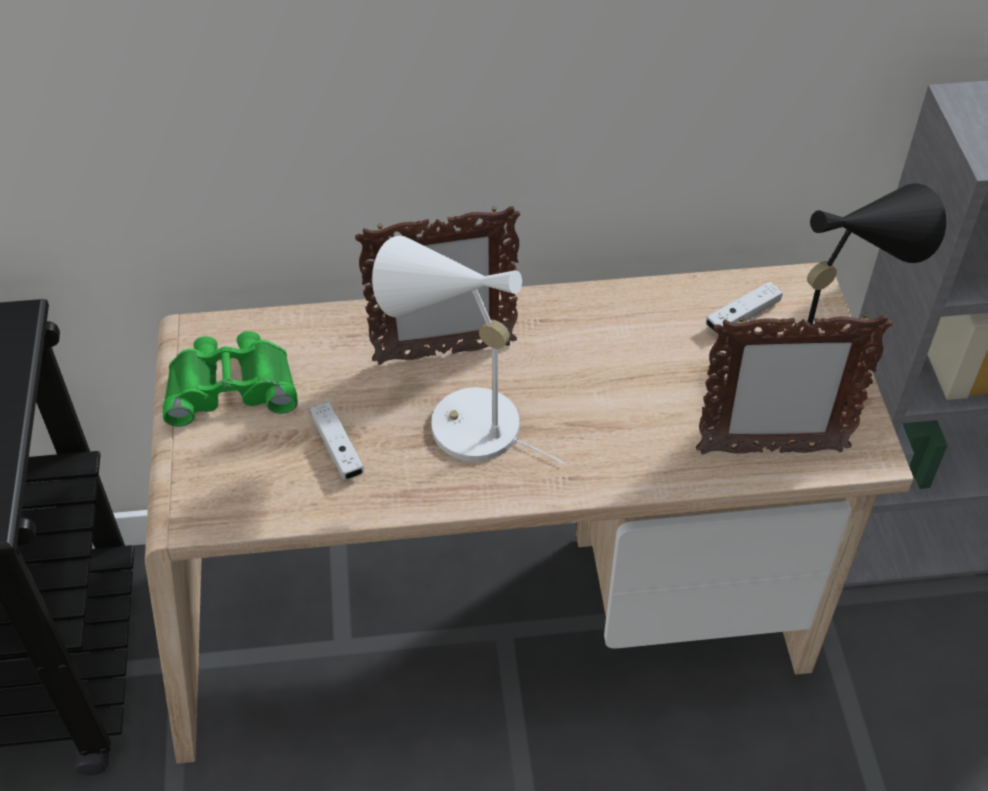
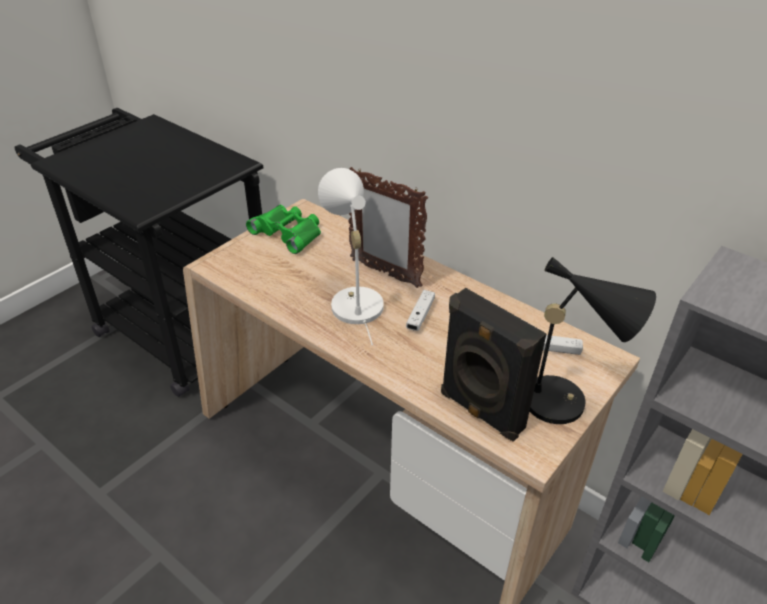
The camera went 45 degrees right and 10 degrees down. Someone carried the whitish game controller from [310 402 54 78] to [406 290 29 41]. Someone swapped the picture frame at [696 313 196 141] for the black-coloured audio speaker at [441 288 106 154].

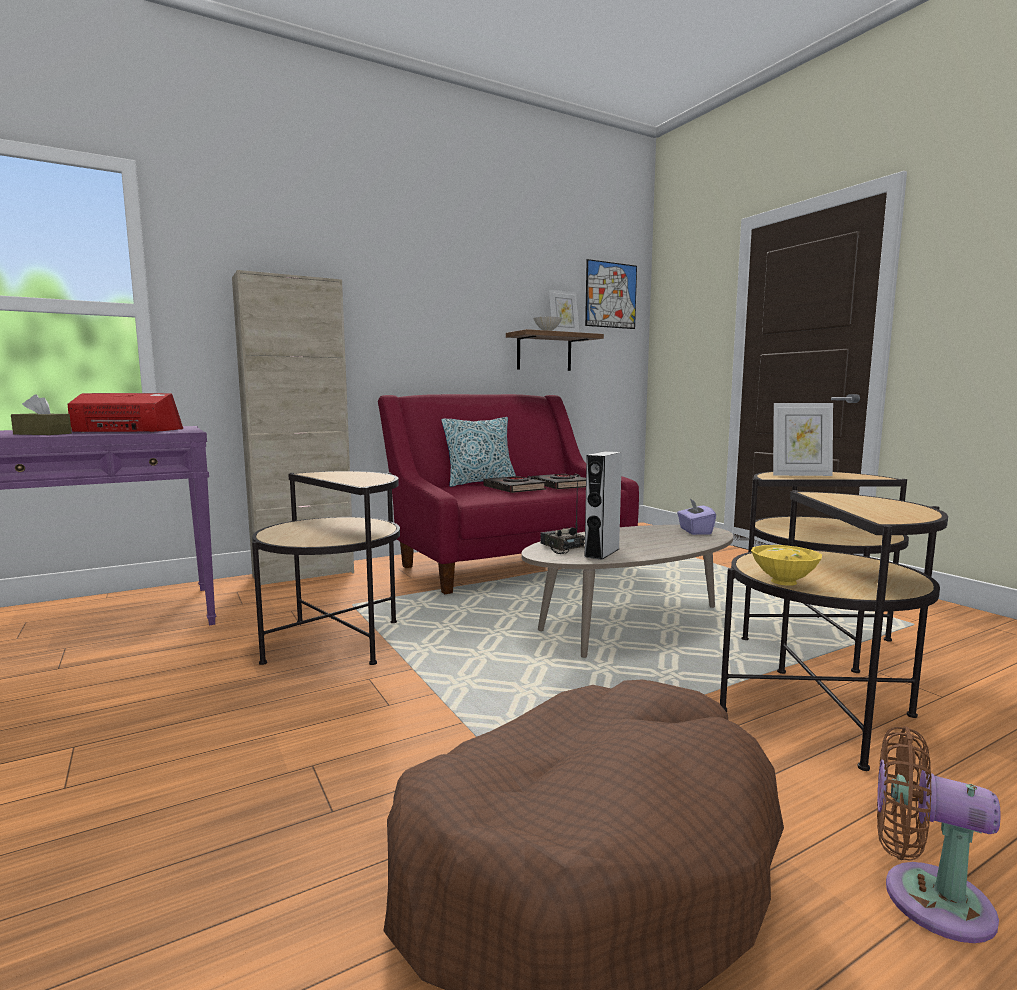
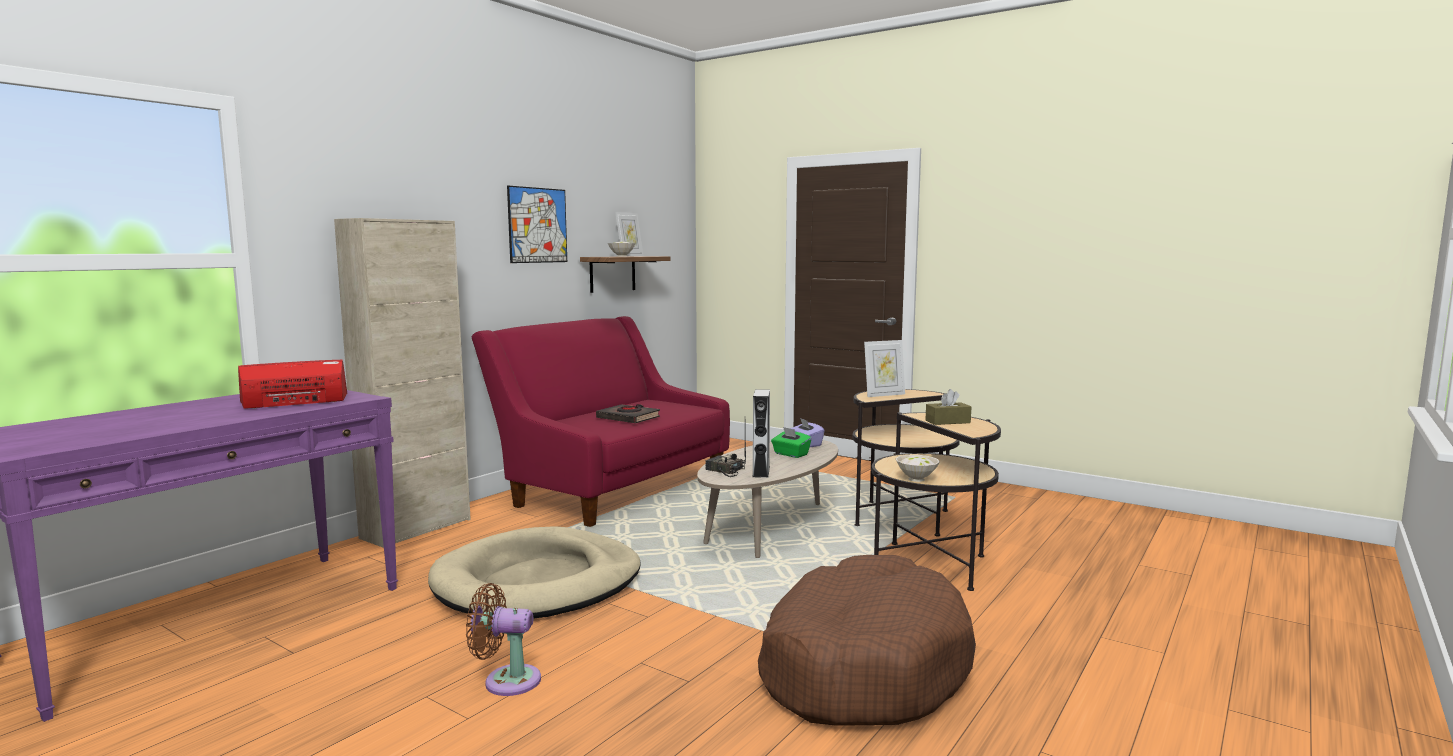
The camera went 25 degrees left and 0 degrees up. Someone swapped the side table at [252 471 148 194] for the sand-coloured dog bed at [428 526 213 93]. Someone carried the brown electric fan from [877 726 124 217] to [466 583 75 113]. Someone carried the picture from [585 259 52 70] to [507 186 60 77]. Someone put down the greenish box of tissues at [771 427 41 31]. Someone repainted the yellow serving bowl at [751 545 71 41], which became the whitish serving bowl at [895 455 45 27]. Someone carried the brown box of tissues from [11 394 61 41] to [925 389 46 36]. Someone took away the pillow at [441 417 75 70]. Someone took away the black-coloured book at [532 474 54 15].

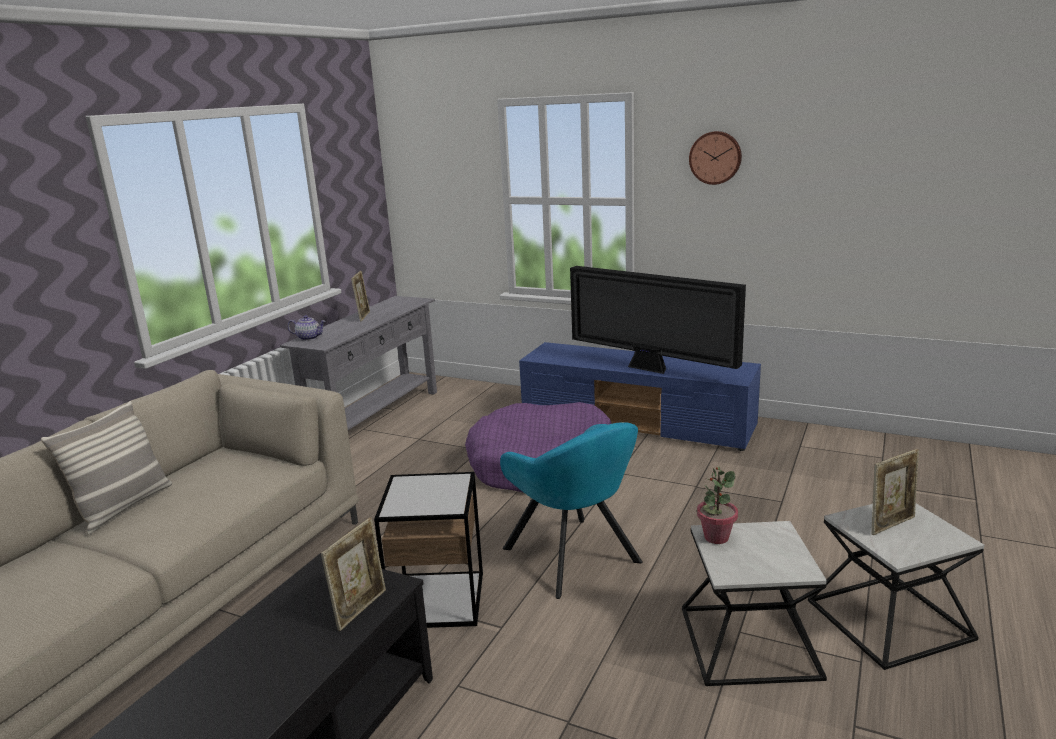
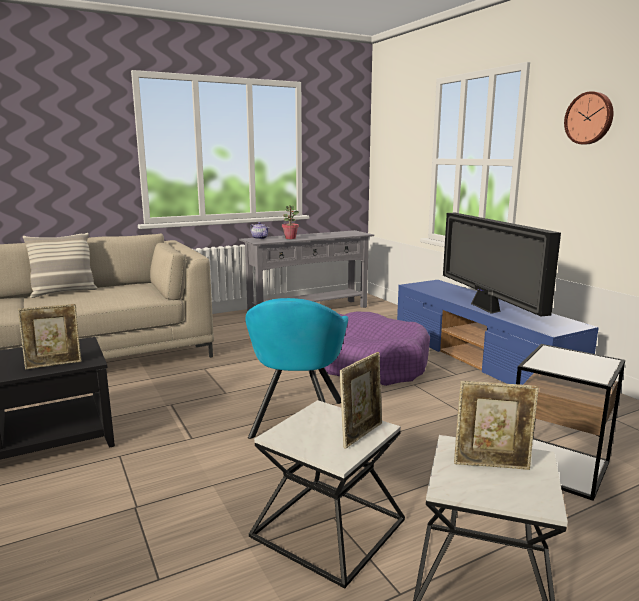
The camera went 35 degrees right and 5 degrees down. Someone carried the plant in a pot from [697 467 41 77] to [282 205 17 34]. Someone carried the picture frame from [351 271 19 51] to [340 352 42 97]. Someone carried the side table from [374 472 109 156] to [516 344 109 157].

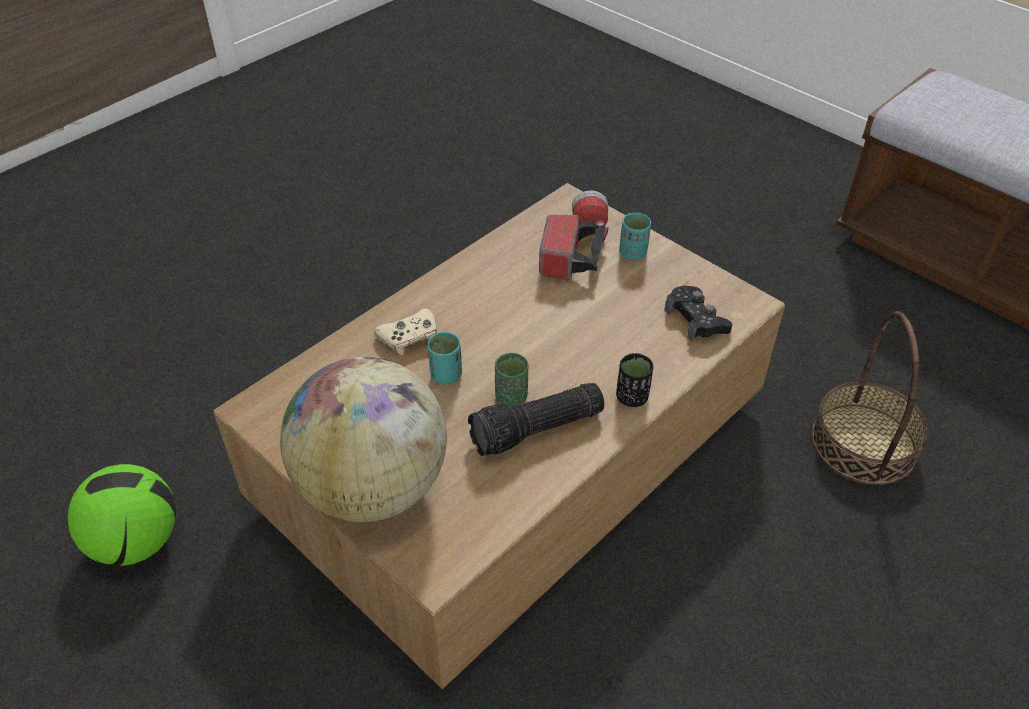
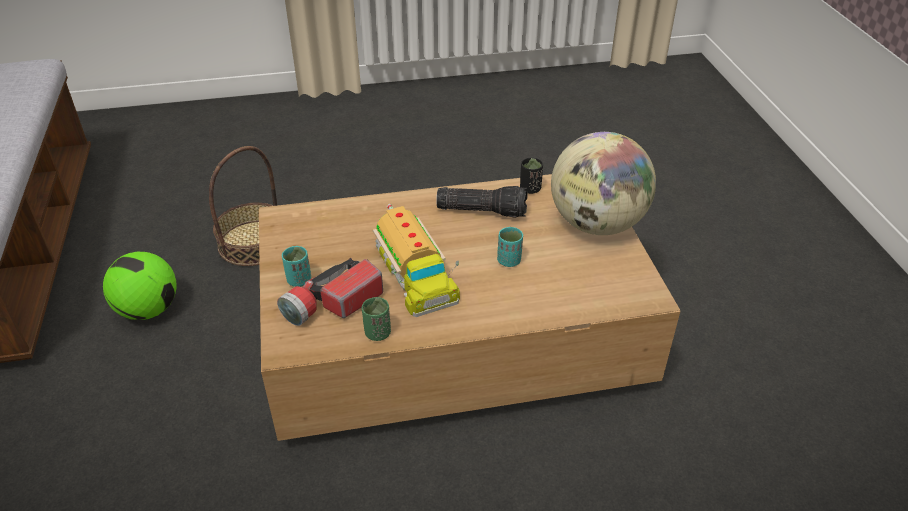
The camera went 145 degrees left and 5 degrees down. Someone carried the football from [68 464 108 102] to [103 252 73 68]. Someone carried the greenish drinking cup from [495 353 33 52] to [362 297 29 44]. Someone put down the toy lorry at [373 204 87 113]. Someone carried the black-coloured drinking cup from [616 353 37 54] to [520 158 23 36]. Someone took away the sand-coloured game controller at [374 309 63 46]. Someone took away the black-coloured game controller at [664 285 68 57].

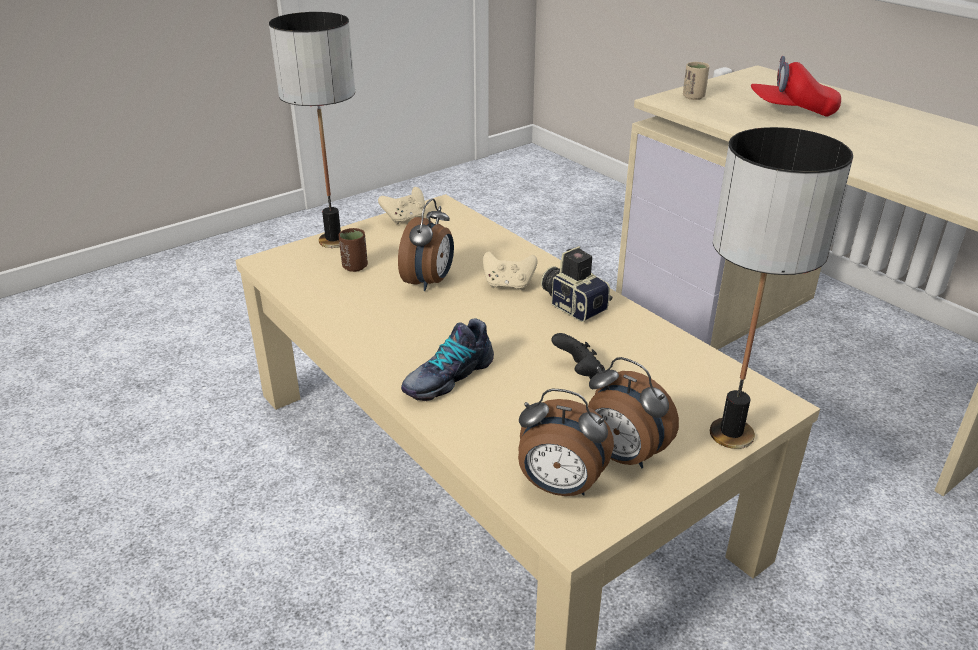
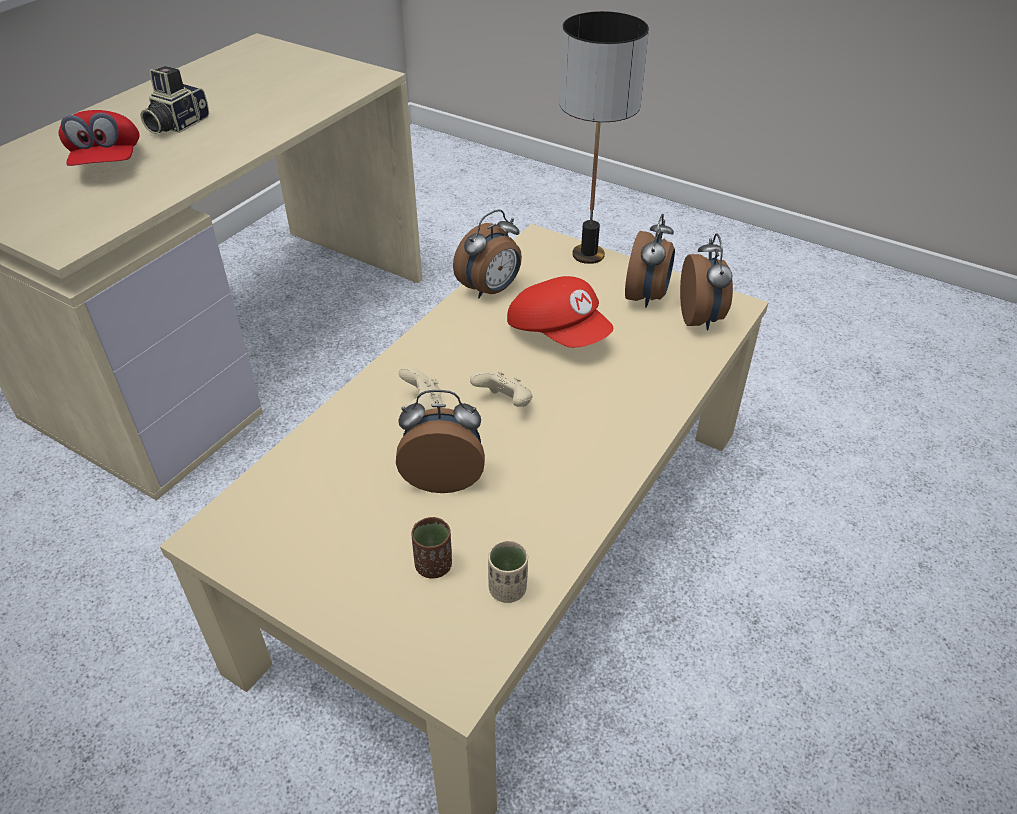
The camera went 110 degrees left and 10 degrees up. Someone carried the photo camera from [541 246 71 76] to [140 66 69 68]. Someone put down the bedside clock at [453 209 69 90]. Someone carried the sand-coloured game controller from [378 187 47 38] to [470 371 63 36]. Someone carried the sand-coloured drinking cup from [683 62 27 38] to [488 540 40 63]. Someone swapped the black-coloured game controller at [551 333 54 46] for the red cap at [507 276 106 72]. Someone took away the lamp for a table at [269 12 86 236]. Someone took away the item of footwear at [401 318 93 83].

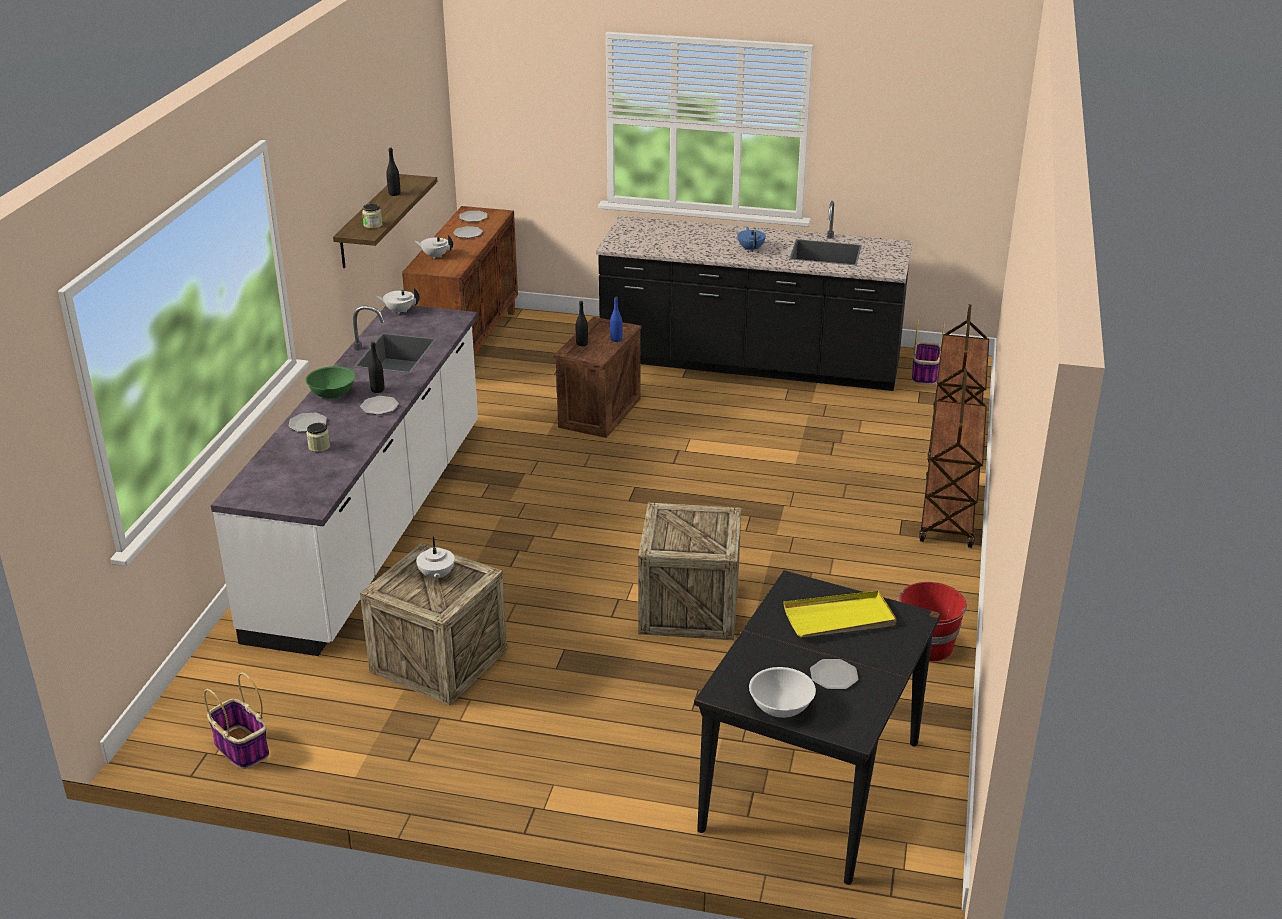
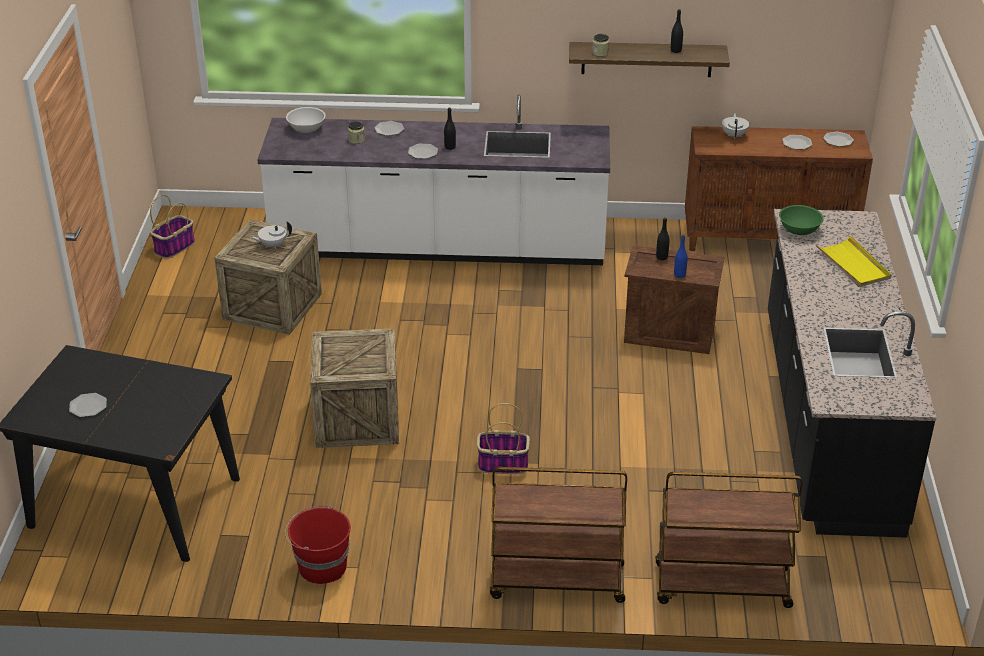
The camera went 80 degrees right and 5 degrees up. Someone carried the whitish serving bowl from [749 667 67 51] to [286 107 40 26]. Someone carried the basket from [912 320 33 65] to [477 403 53 71]. Someone carried the greenish serving bowl from [305 366 51 32] to [779 205 45 30]. Someone carried the yellow serving tray from [783 591 114 46] to [816 236 75 51]. Someone took away the whitish tea pot at [375 288 45 27]. Someone took away the blue-coloured tea pot at [737 227 29 25].

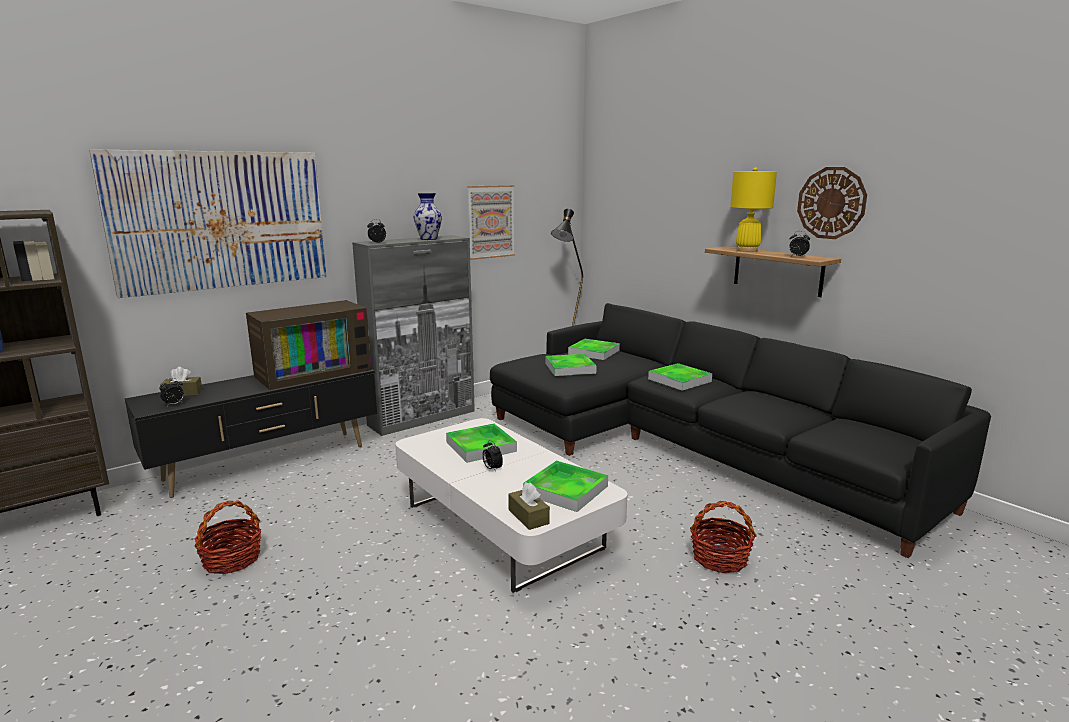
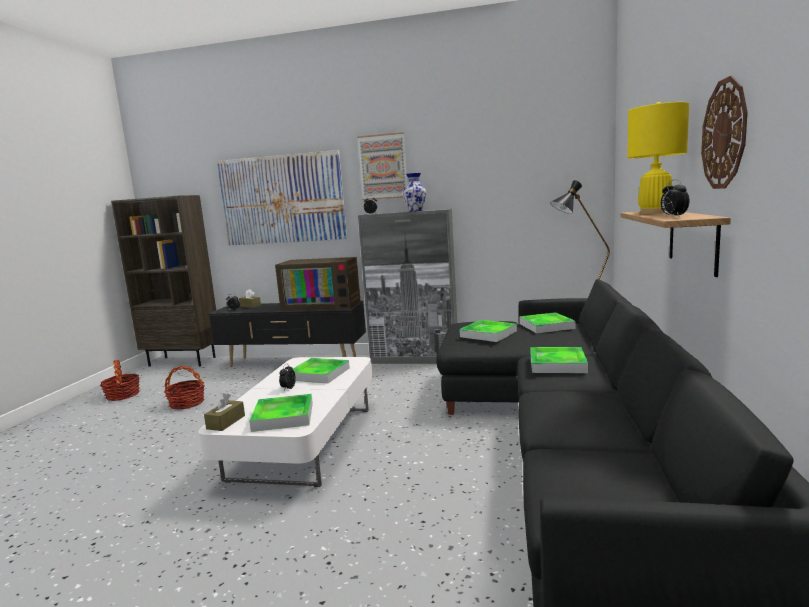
The camera went 50 degrees right and 5 degrees down. Someone carried the basket from [690 501 67 72] to [100 360 40 41]. Someone carried the picture from [467 185 48 75] to [357 132 50 68].

